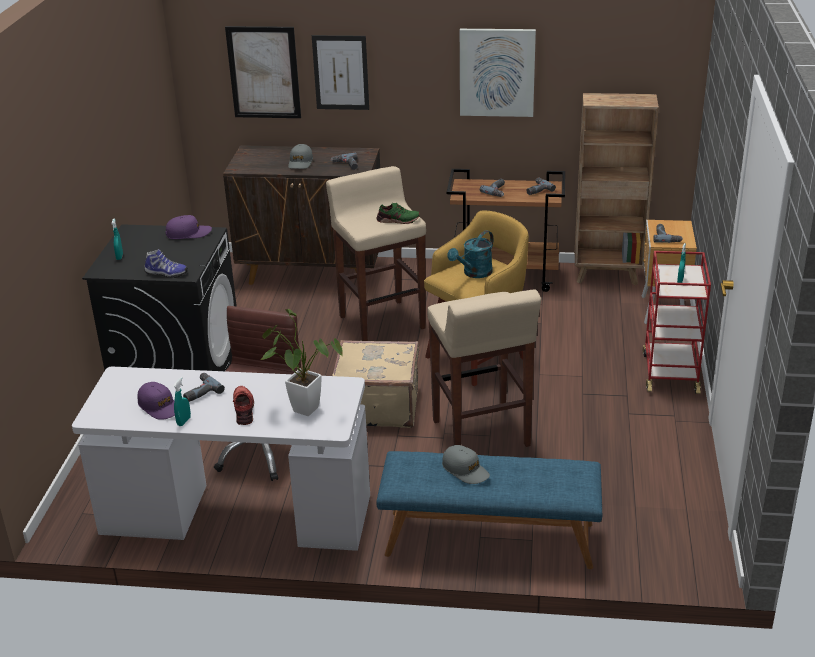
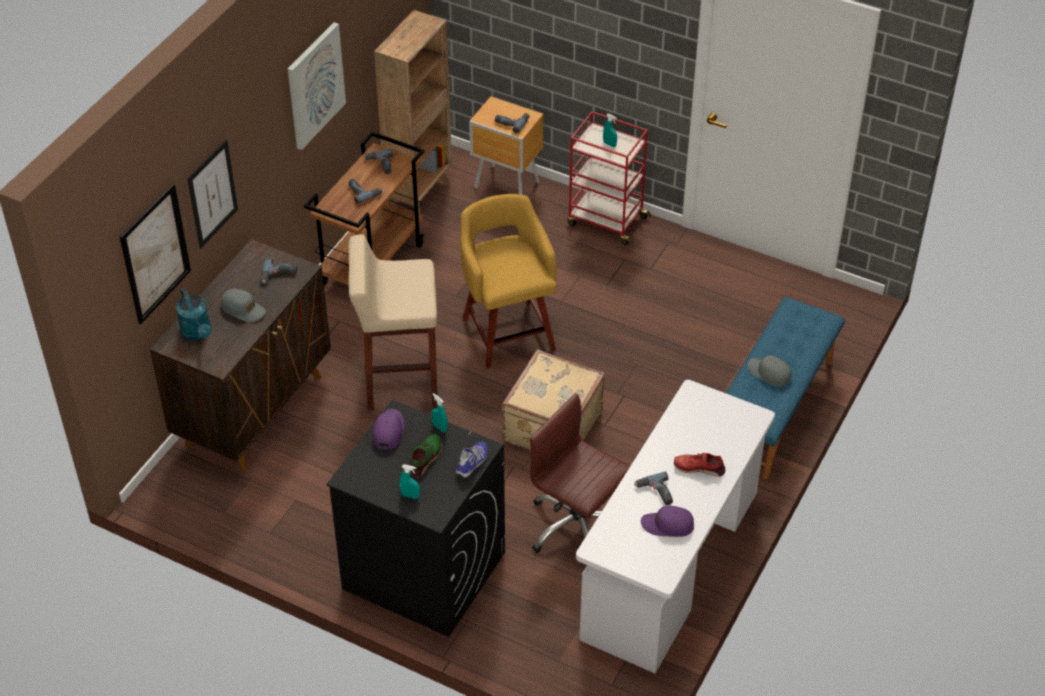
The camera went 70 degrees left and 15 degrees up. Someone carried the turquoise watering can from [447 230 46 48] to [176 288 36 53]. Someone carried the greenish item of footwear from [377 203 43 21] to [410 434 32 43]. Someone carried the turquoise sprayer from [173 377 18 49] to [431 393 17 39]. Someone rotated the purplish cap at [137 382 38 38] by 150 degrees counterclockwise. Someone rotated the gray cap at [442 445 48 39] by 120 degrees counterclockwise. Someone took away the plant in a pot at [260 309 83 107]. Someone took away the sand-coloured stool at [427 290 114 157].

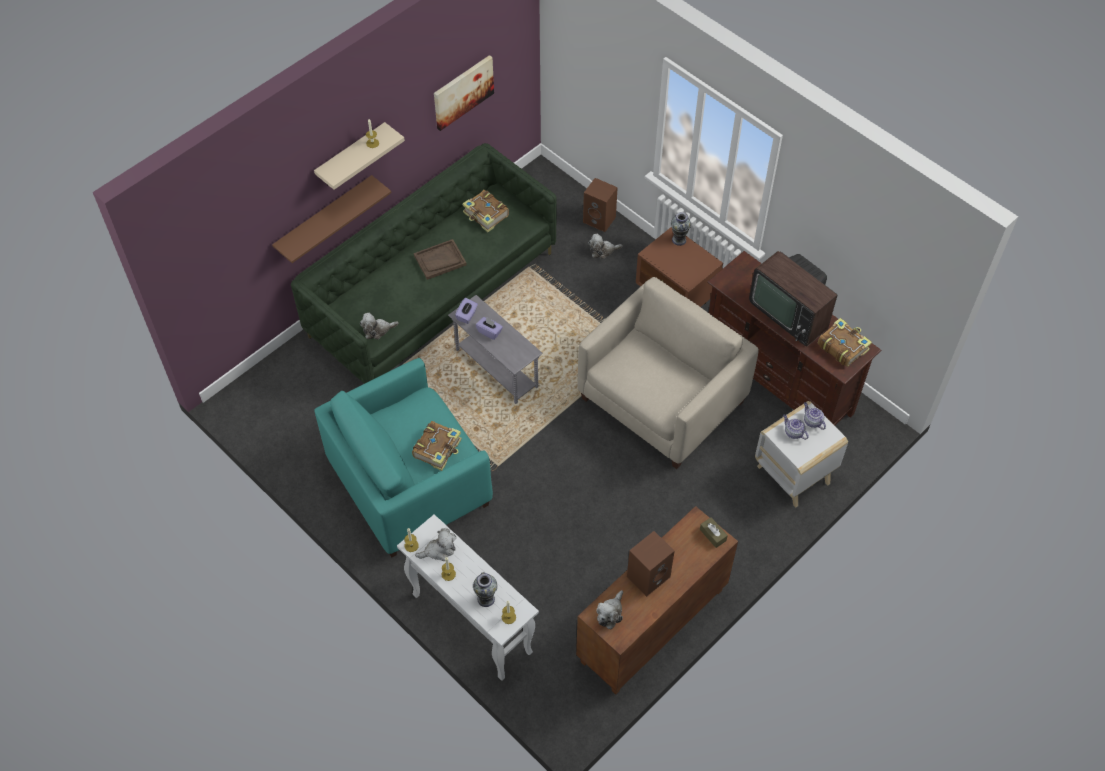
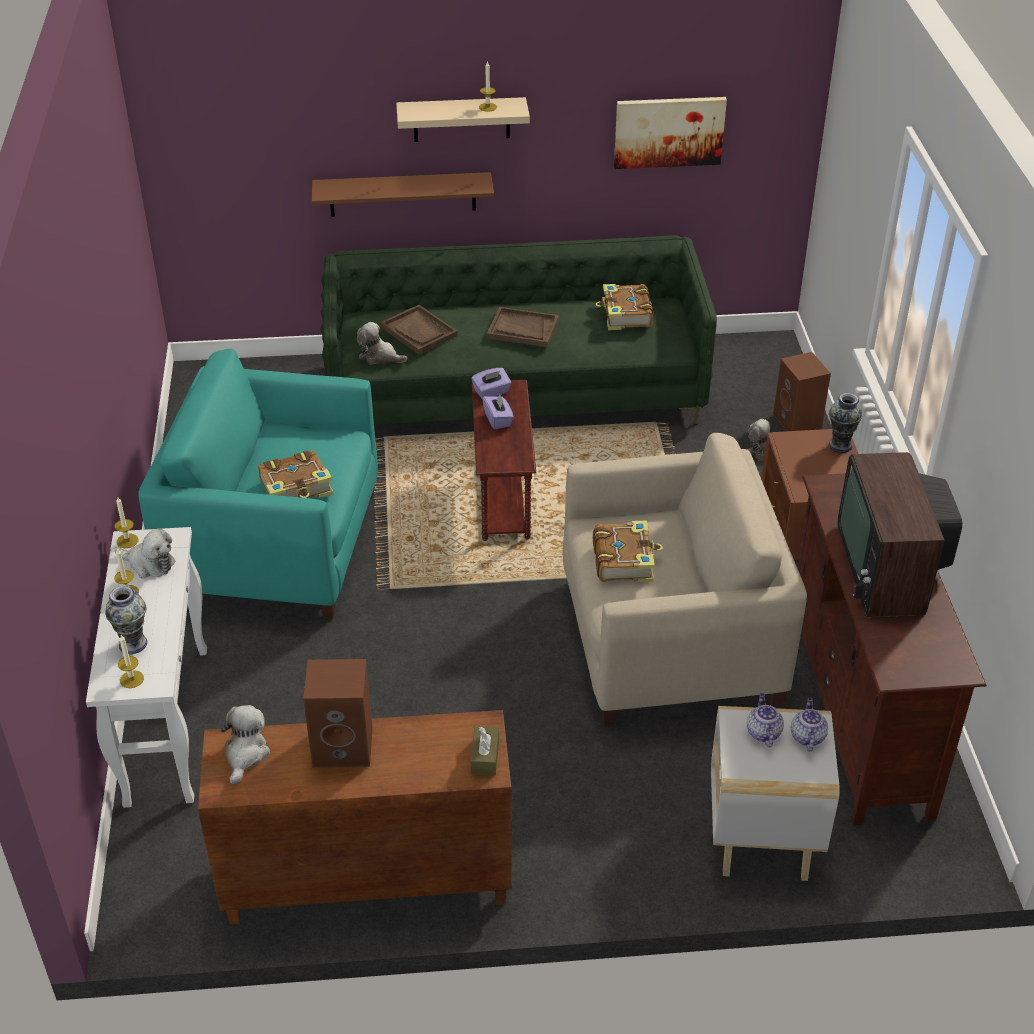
The camera went 40 degrees right and 15 degrees down. Someone rotated the plush toy at [596 590 27 39] by 120 degrees clockwise. Someone put down the brown serving tray at [380 305 78 49]. Someone repainted the gray side table at [448 295 95 109], which became the brown side table at [472 380 64 161]. Someone carried the book from [818 318 54 49] to [593 520 70 62].

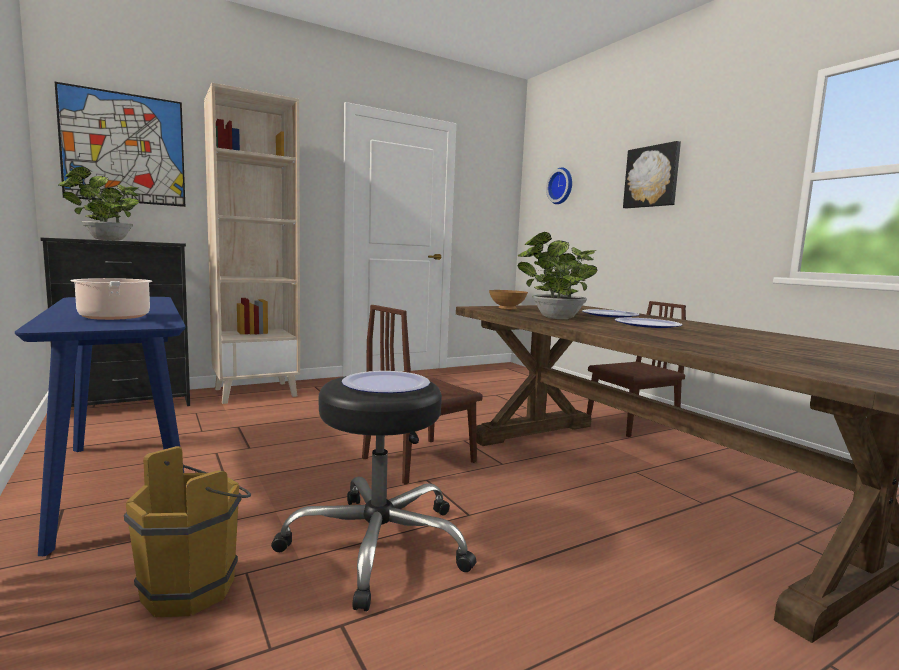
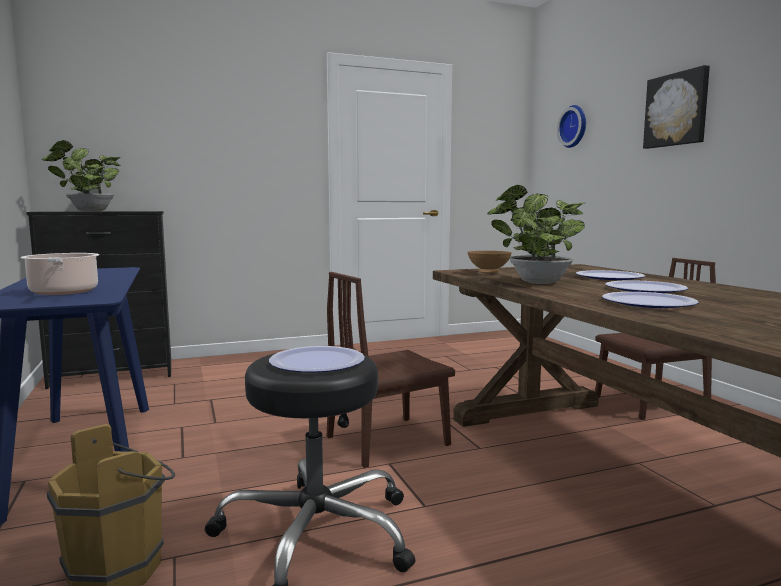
The camera went 10 degrees right and 0 degrees up. Someone put down the plate at [602 292 97 16]. Someone took away the picture at [55 82 130 125]. Someone took away the sand-coloured bookshelf at [204 83 96 321].

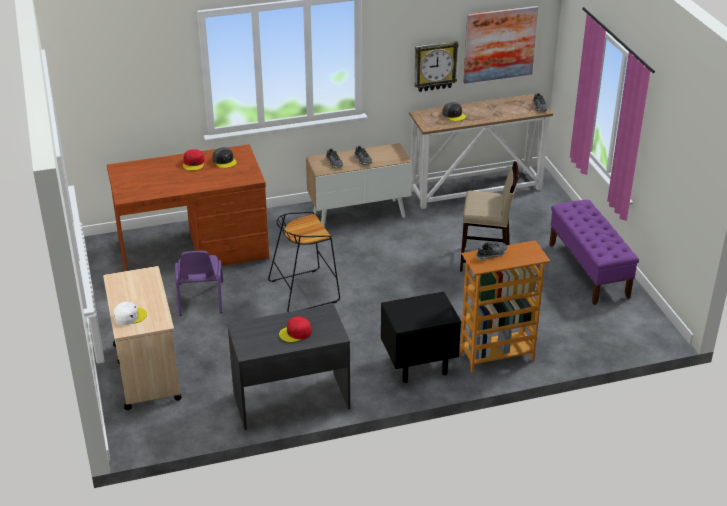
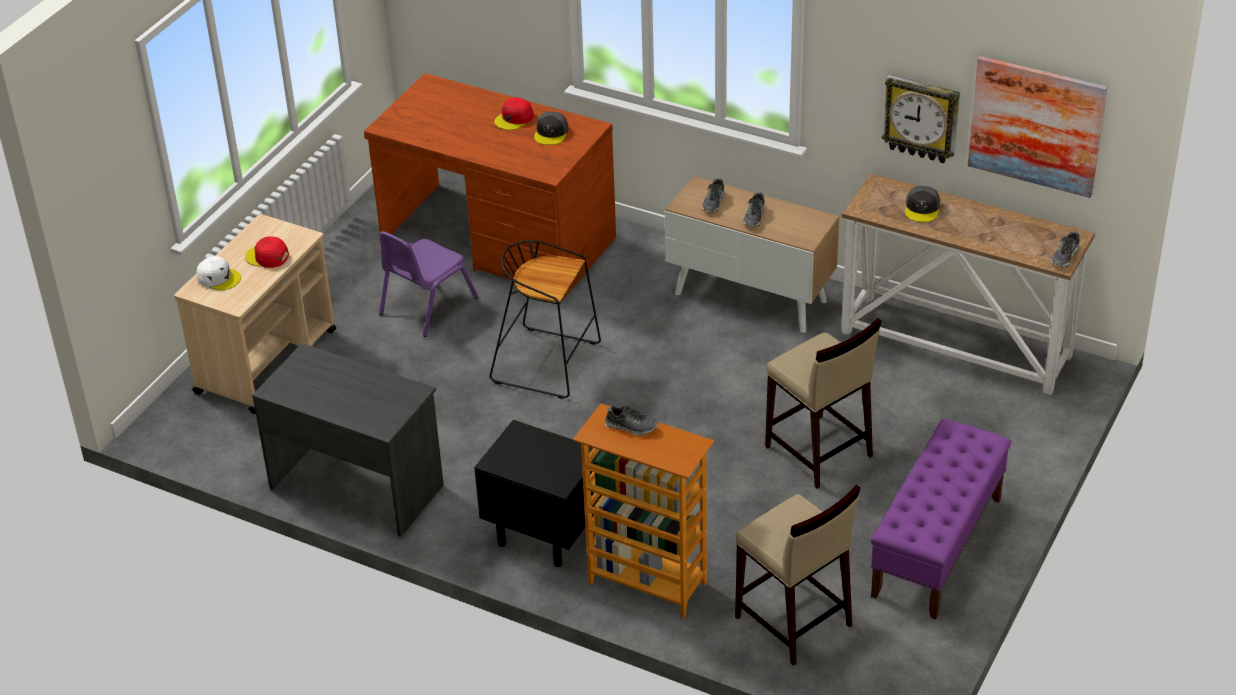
The camera went 45 degrees right and 5 degrees up. Someone carried the red cap from [279 317 33 25] to [245 236 44 32]. Someone put down the sand-coloured stool at [735 484 126 182].

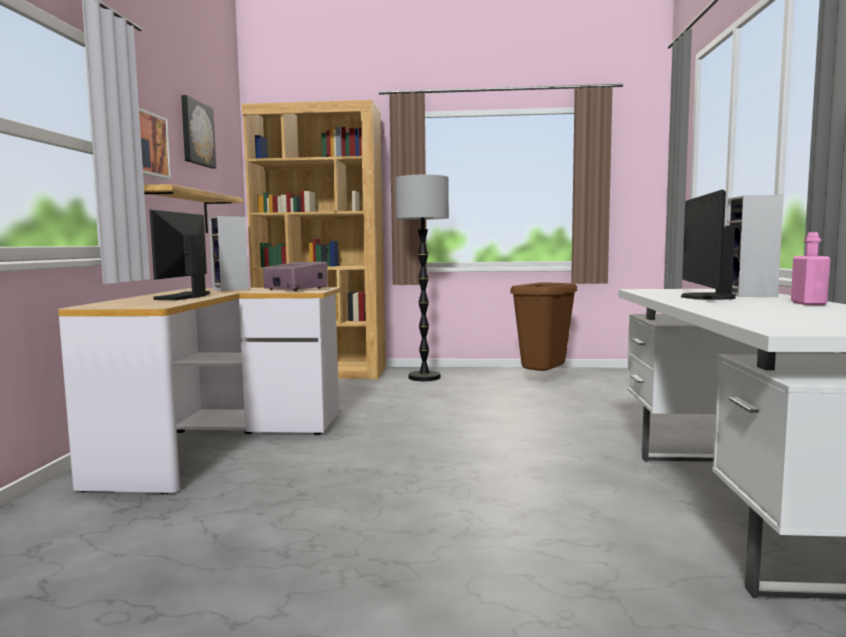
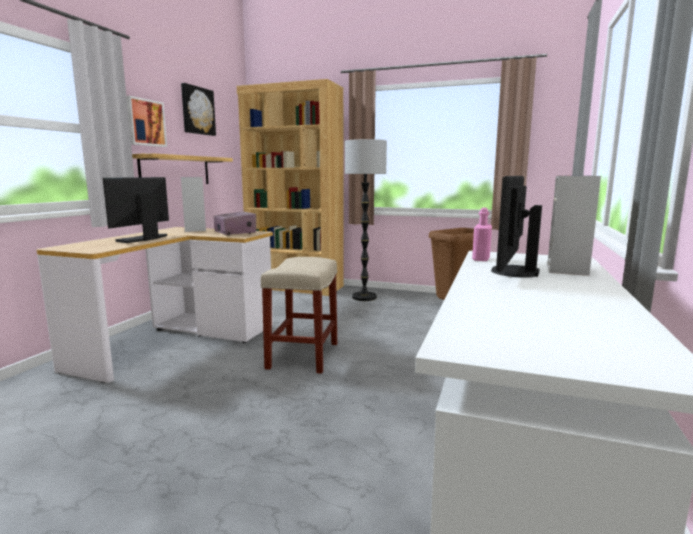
The camera went 15 degrees right and 5 degrees up. Someone put down the sand-coloured stool at [261 257 77 117]. Someone carried the pink drink bottle from [791 232 39 73] to [472 208 20 53].

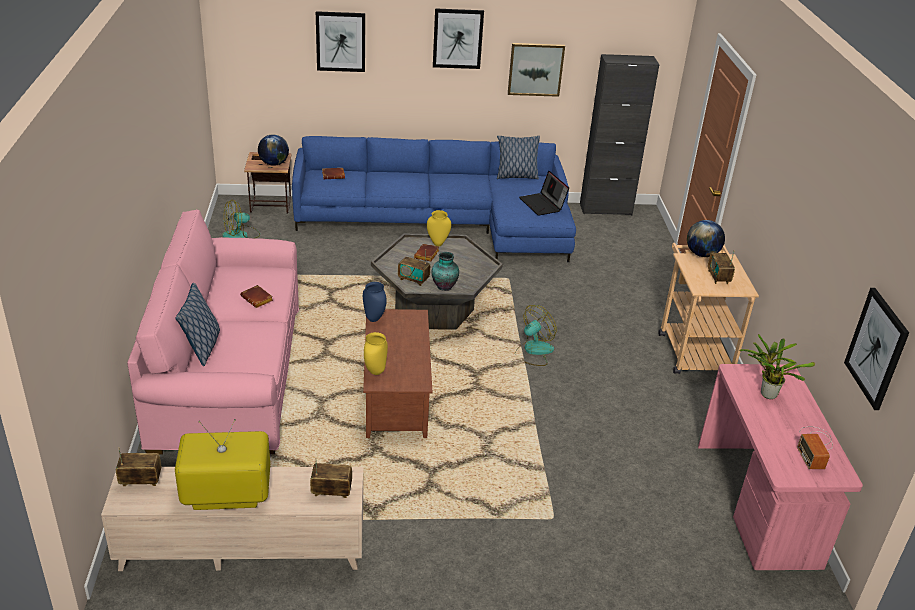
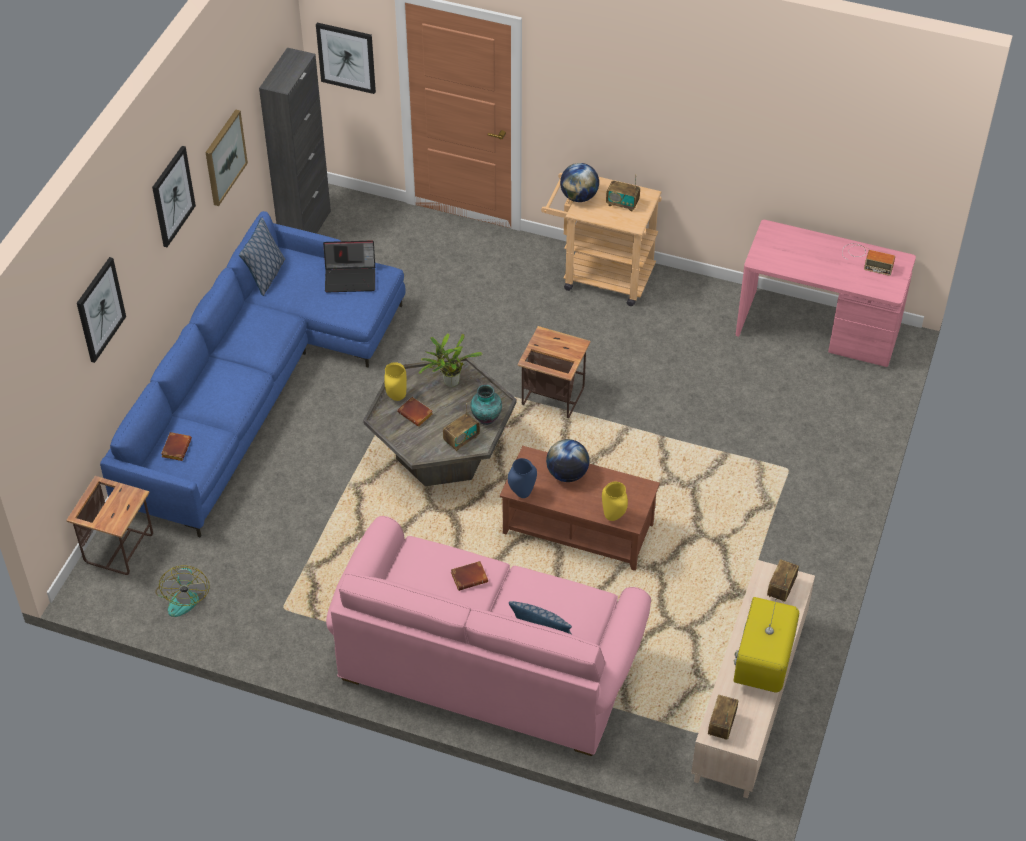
The camera went 65 degrees left and 15 degrees up. Someone carried the picture from [844 288 65 122] to [316 23 60 71]. Someone carried the plant in a pot from [739 334 76 65] to [419 333 64 54]. Someone swapped the electric fan at [515 305 42 61] for the side table at [517 326 74 92]. Someone carried the globe from [258 134 31 32] to [546 439 43 43].

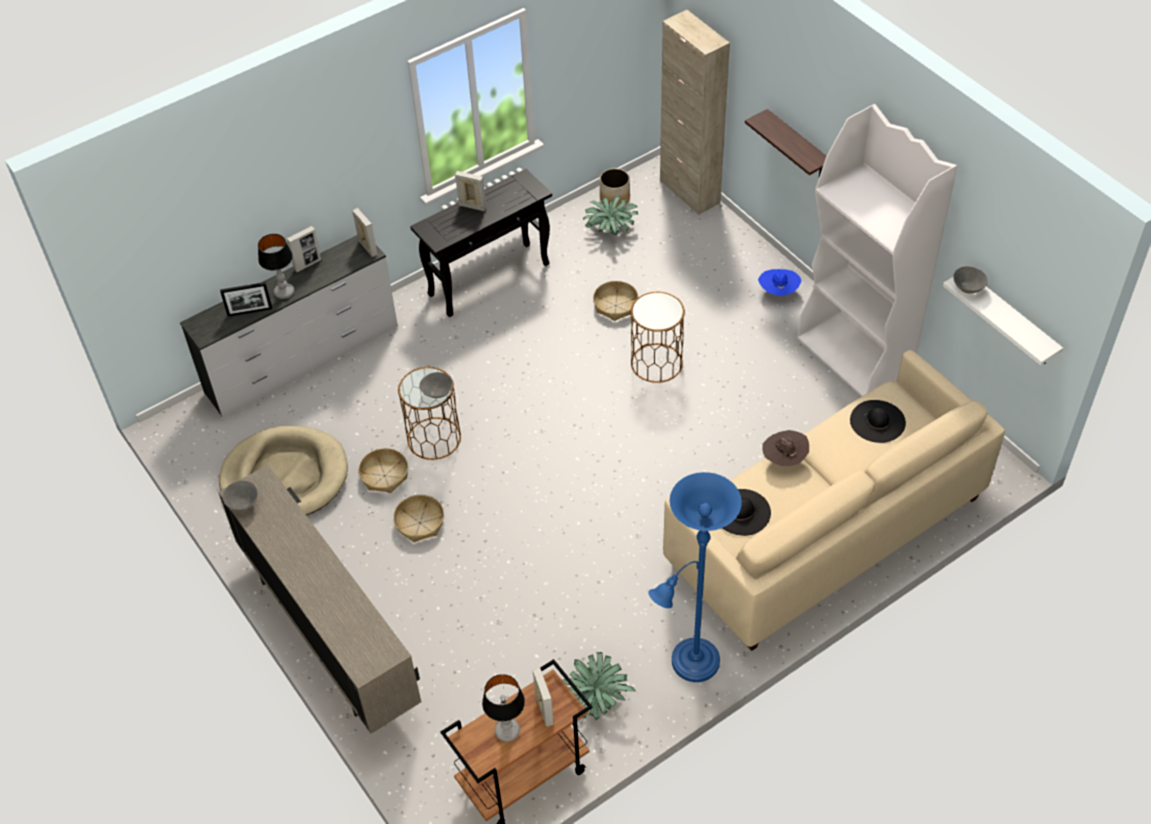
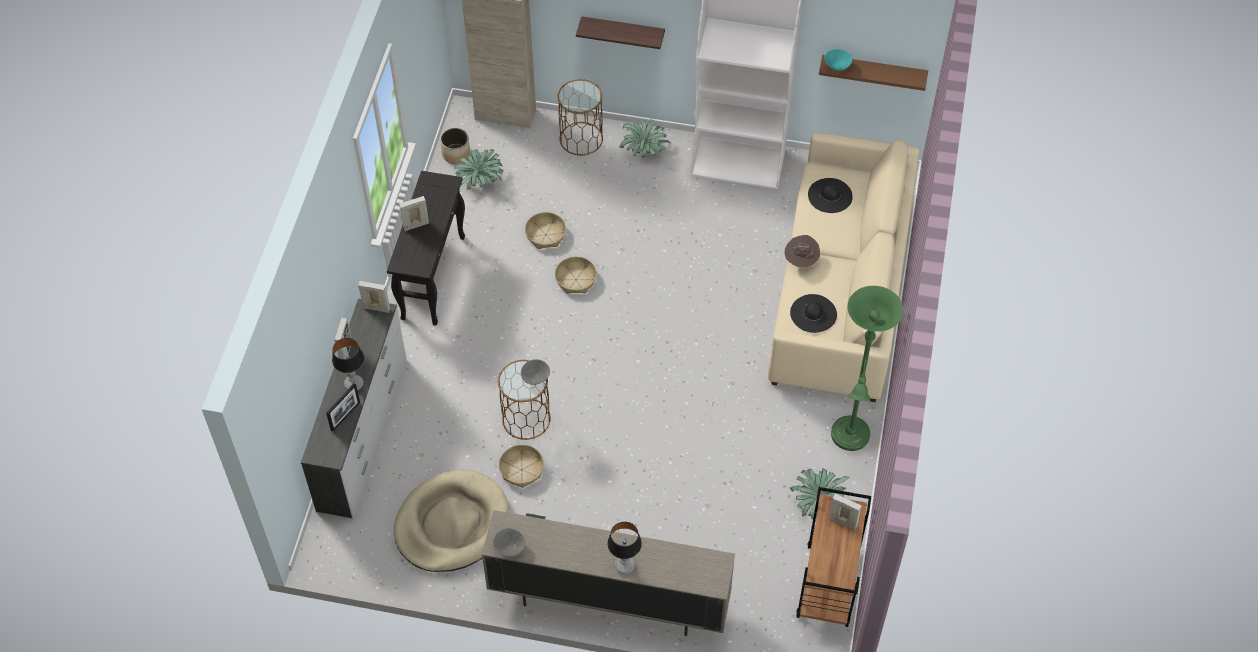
The camera went 45 degrees left and 5 degrees up. Someone carried the basket from [393 495 51 47] to [555 256 42 38]. Someone carried the brown side table from [631 292 54 91] to [557 79 46 77]. Someone carried the lamp for a table from [482 674 43 68] to [607 522 35 52]. Someone swapped the blue-coloured clothing hat at [758 269 43 27] for the plant in a pot at [619 119 52 39]. Someone repainted the whitish shelf at [943 277 120 88], which became the brown shelf at [819 55 109 36]. Someone repainted the gray serving bowl at [953 266 35 28], which became the turquoise serving bowl at [824 49 28 22]. Someone repainted the blue-coloured floor lamp at [648 472 94 210], which became the greenish floor lamp at [831 286 72 165].

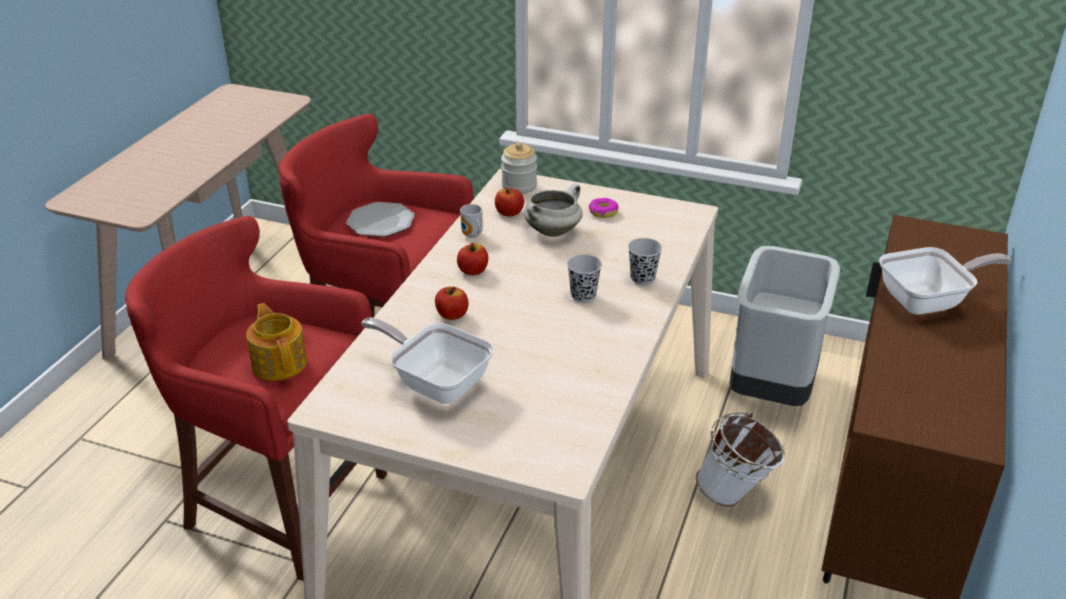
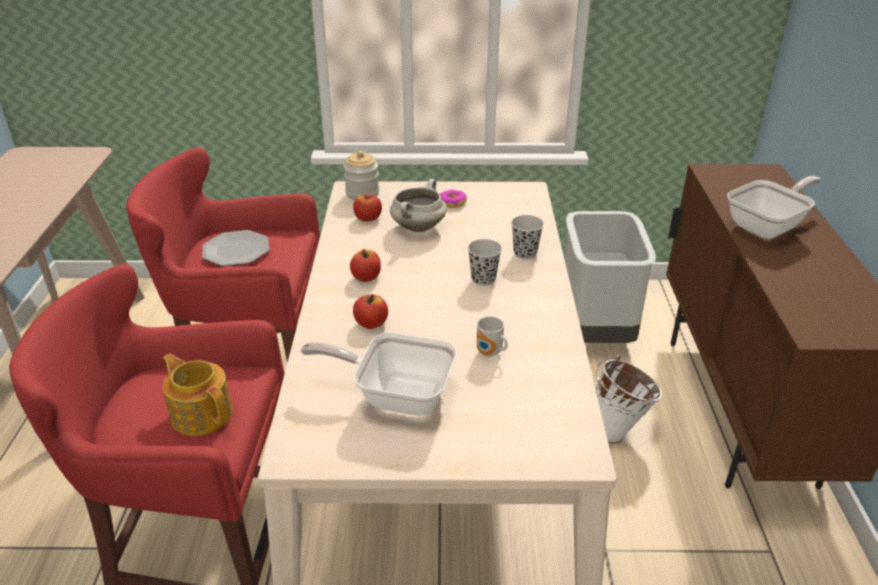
The camera went 20 degrees left and 0 degrees up. Someone carried the coffee mug from [460 204 23 34] to [477 316 31 41].

